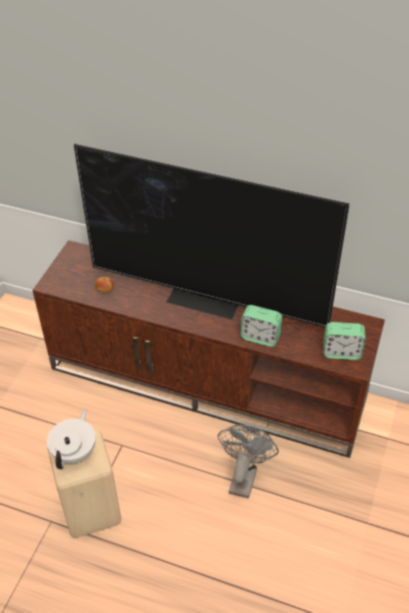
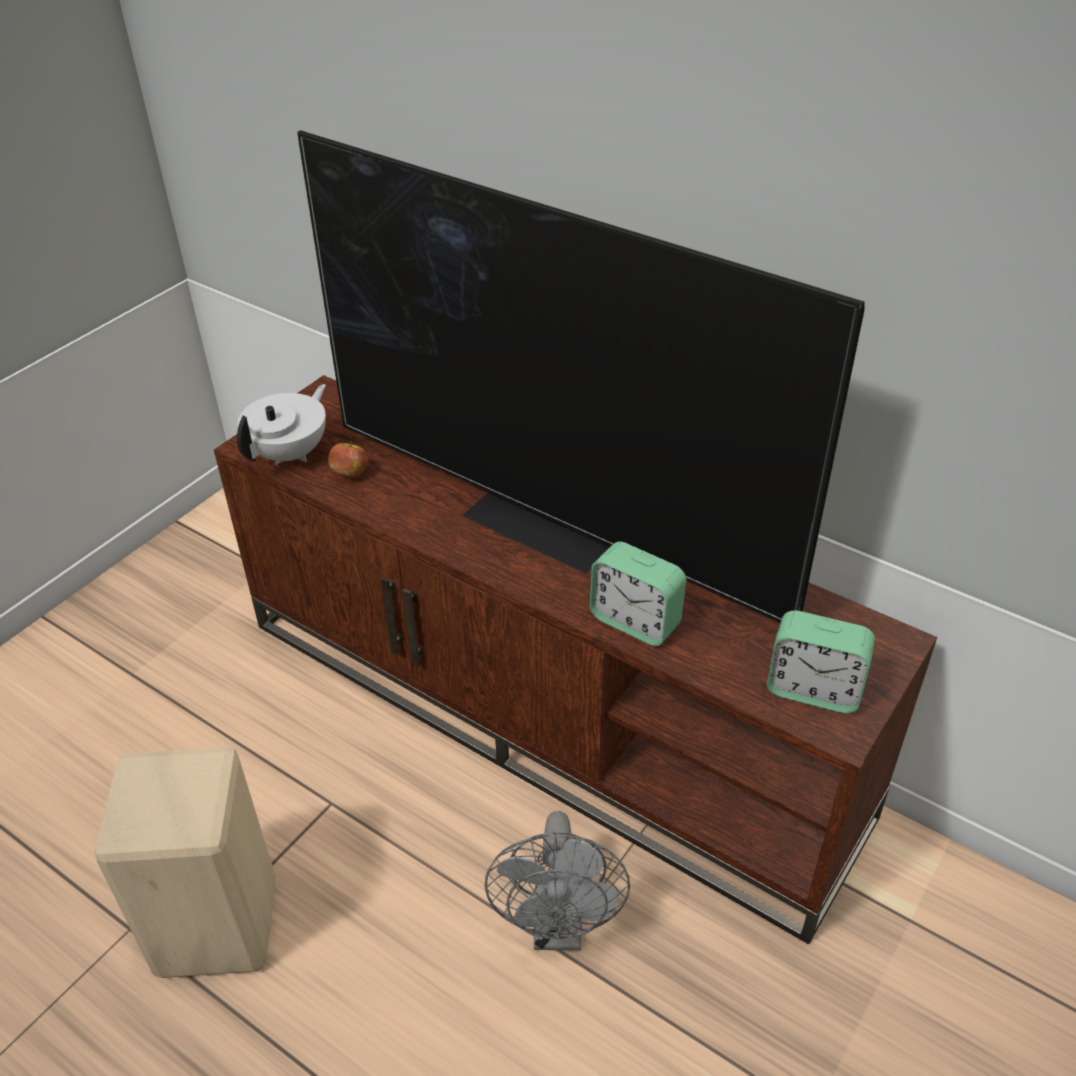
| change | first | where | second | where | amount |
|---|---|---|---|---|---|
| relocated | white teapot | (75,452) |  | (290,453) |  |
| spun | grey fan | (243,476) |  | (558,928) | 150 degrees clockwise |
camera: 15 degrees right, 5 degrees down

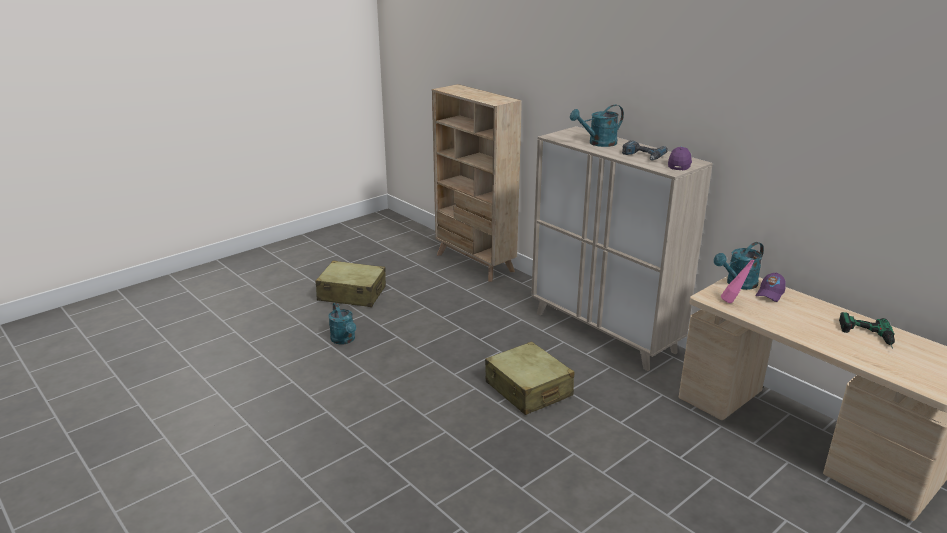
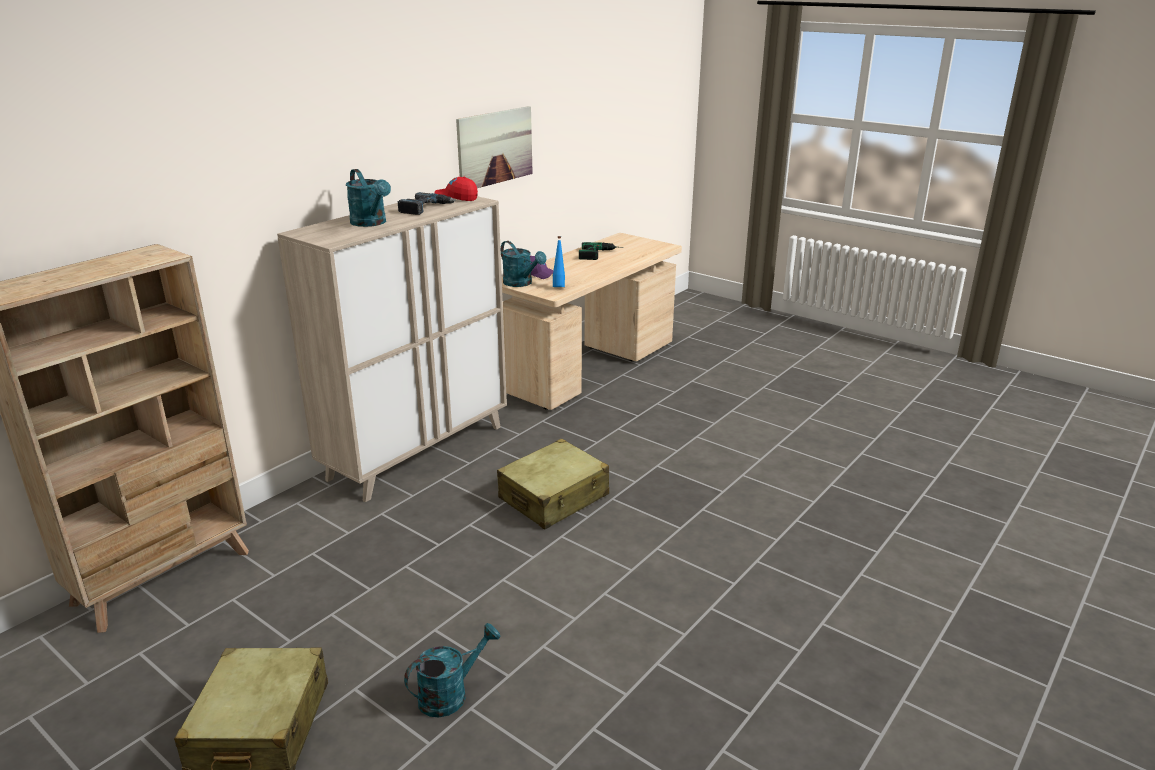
| change | first | where | second | where | amount |
|---|---|---|---|---|---|
| colour | purple cap | (679,164) | red cap | (456,198) |  |
| colour | pink bottle | (734,302) | blue bottle | (559,286) |  |
| appeared |  |  | picture | (495,147) |  |
camera: 100 degrees left, 0 degrees up

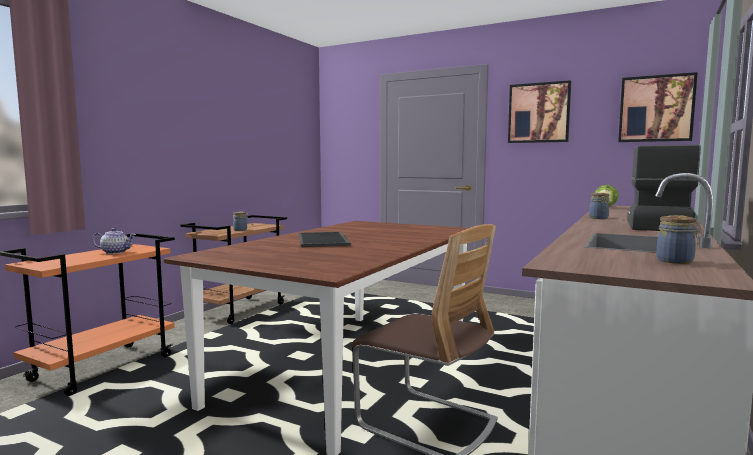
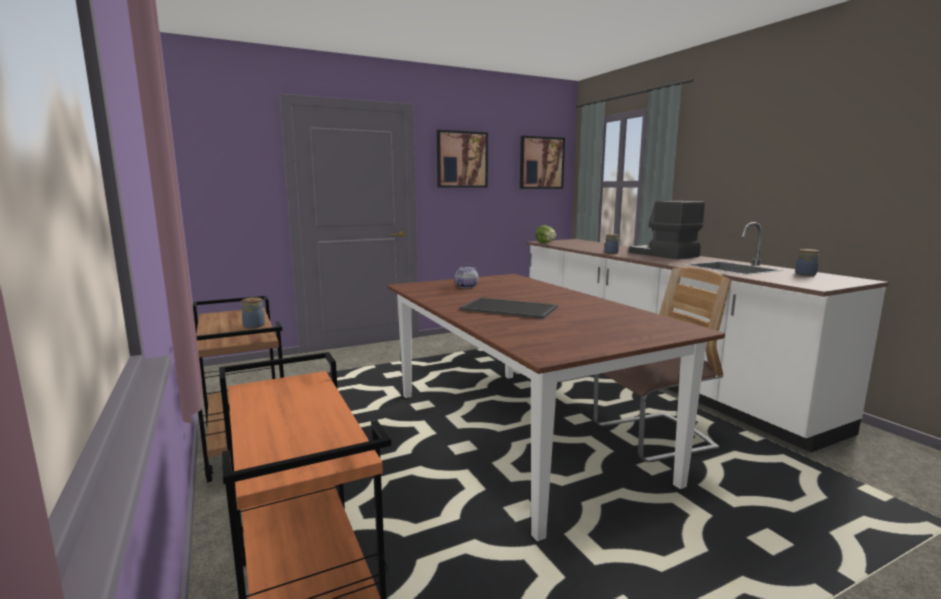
| change | first | where | second | where | amount |
|---|---|---|---|---|---|
| relocated | teapot | (115,252) |  | (466,286) |  |
camera: 55 degrees left, 5 degrees up

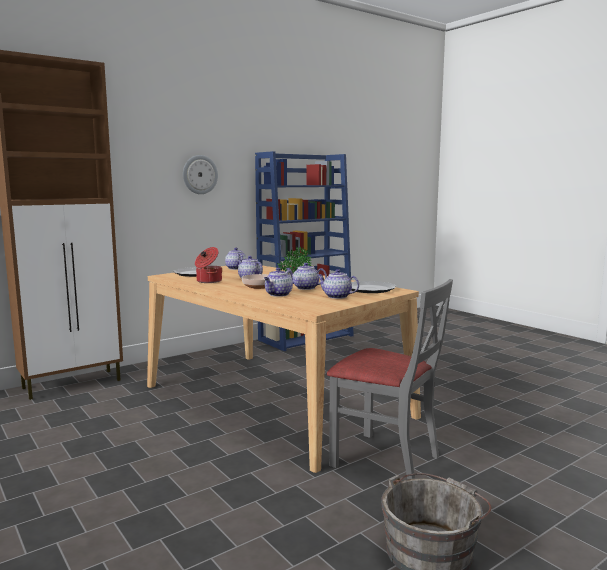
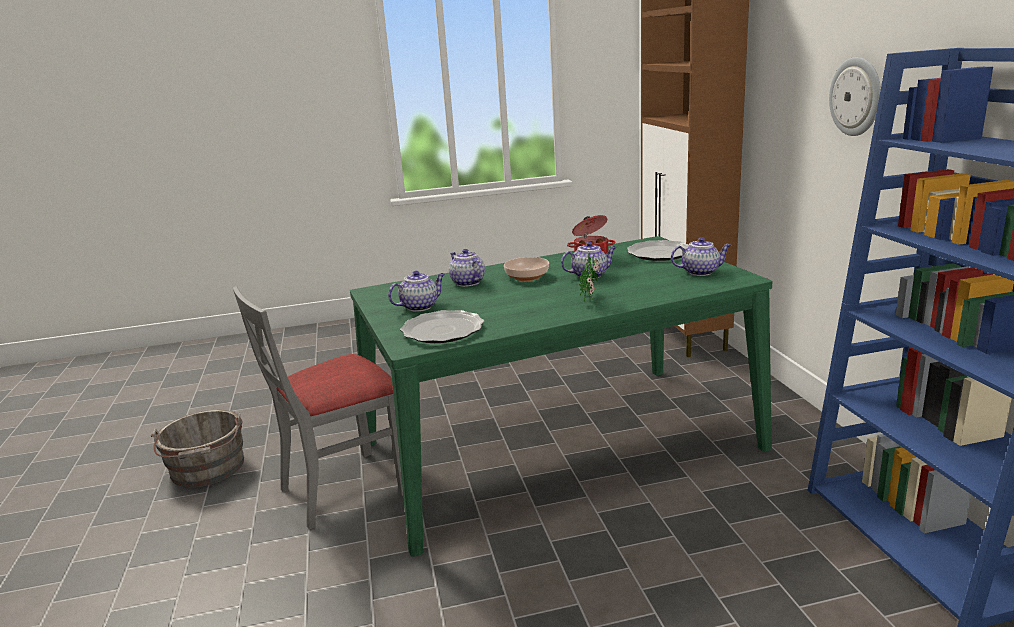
| change | first | where | second | where | amount |
|---|---|---|---|---|---|
| missing | teapot | (305,288) |  |  |  |
| colour | beige dining table | (274,400) | green dining table | (559,445) |  |
camera: 115 degrees right, 10 degrees up

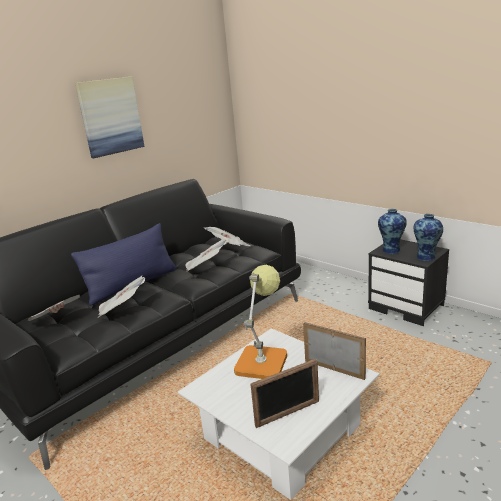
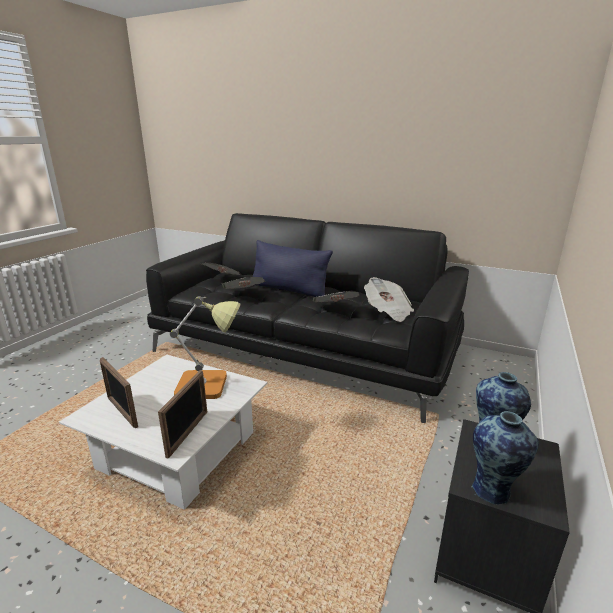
| change | first | where | second | where | amount |
|---|---|---|---|---|---|
| missing | picture | (110,116) |  |  |  |
camera: 70 degrees right, 0 degrees up

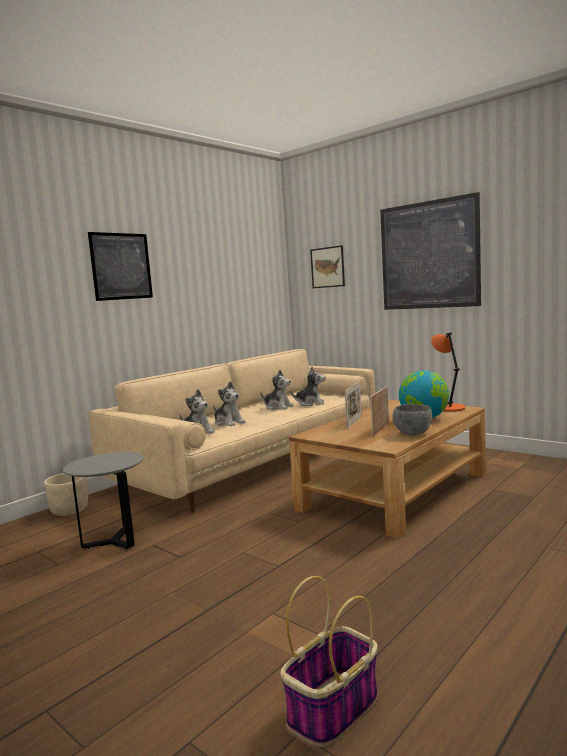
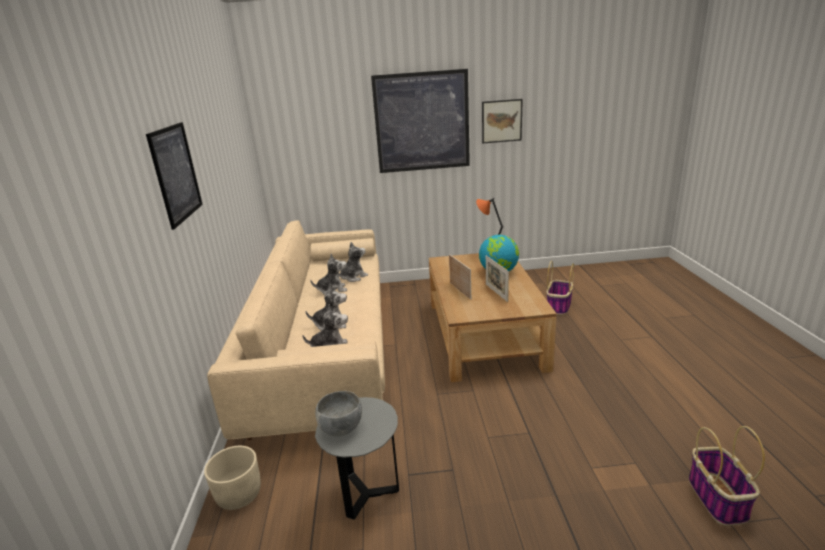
| change | first | where | second | where | amount |
|---|---|---|---|---|---|
| relocated | picture | (327,267) |  | (501,121) |  |
| relocated | grey bowl | (412,433) |  | (341,429) |  |
| appeared |  |  | basket | (558,306) |  |
camera: 45 degrees left, 15 degrees up

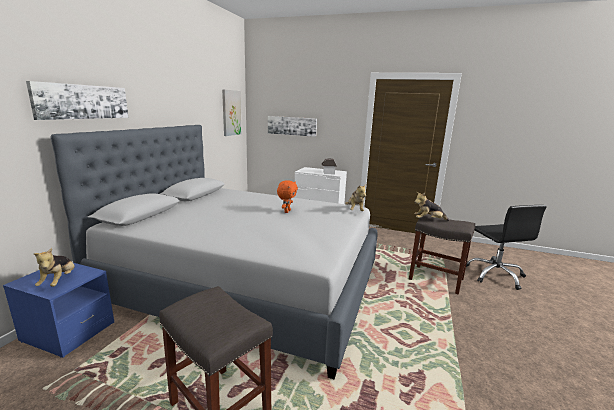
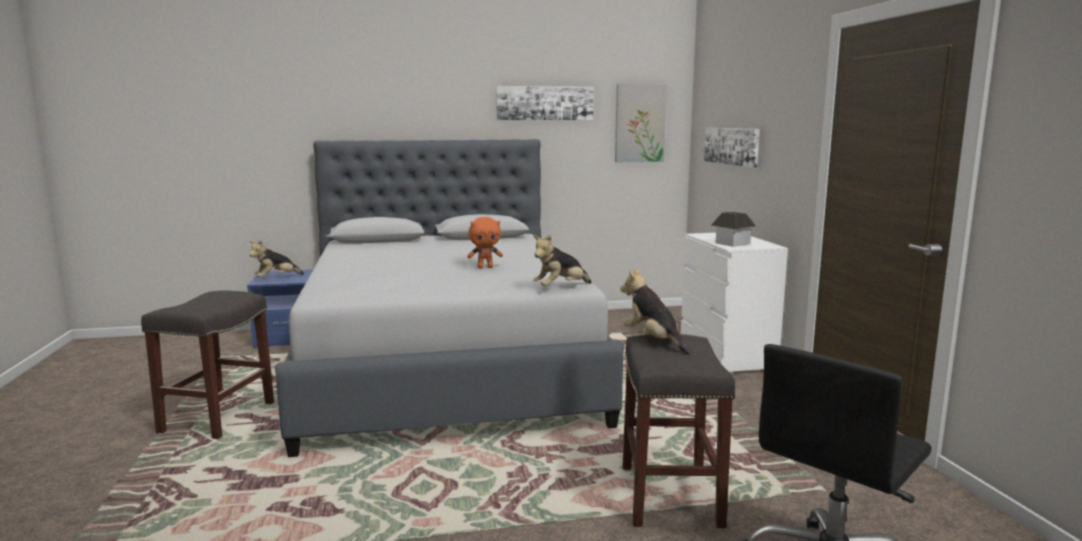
| change | first | where | second | where | amount |
|---|---|---|---|---|---|
| relocated | picture | (83,101) |  | (544,103) |  |
camera: 60 degrees right, 5 degrees down

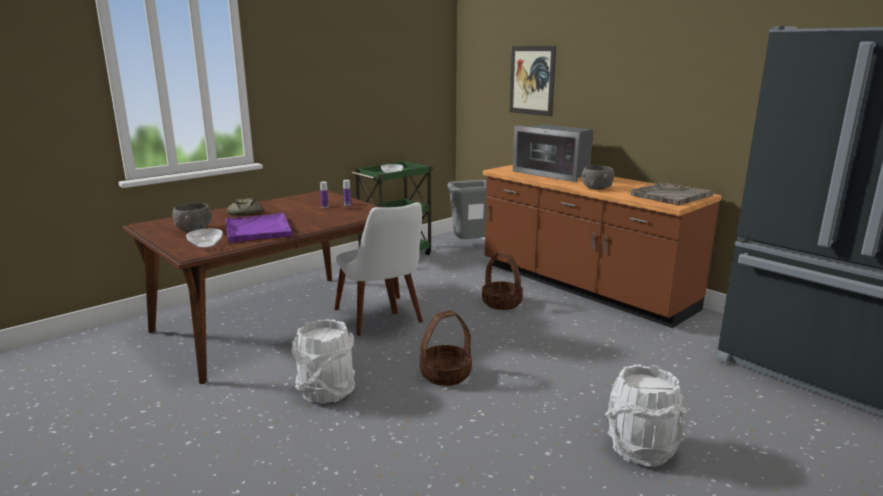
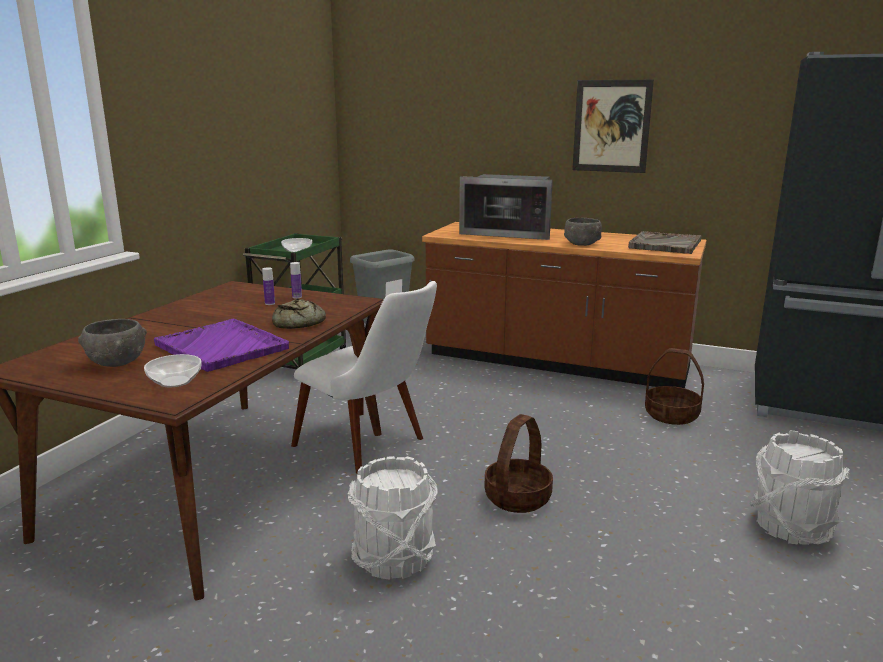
| change | first | where | second | where | amount |
|---|---|---|---|---|---|
| relocated | picture | (532,80) |  | (611,126) |  |
| relocated | bread | (244,213) |  | (298,323) |  |
| relocated | basket | (501,303) |  | (671,415) |  |
camera: 25 degrees left, 0 degrees up

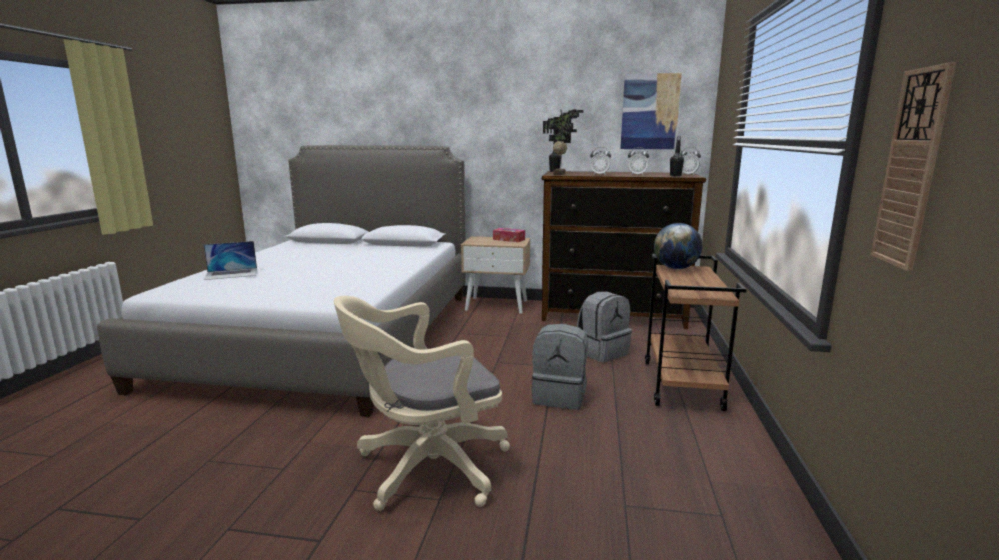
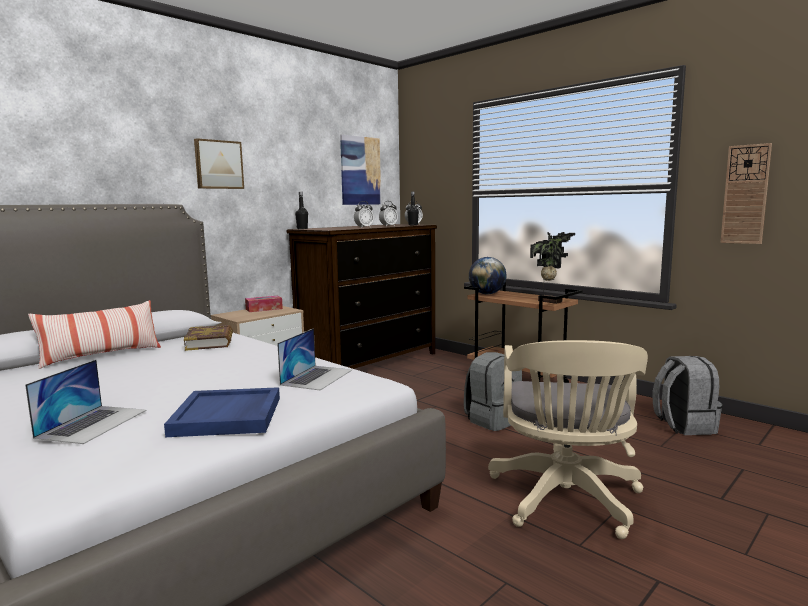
| change | first | where | second | where | amount |
|---|---|---|---|---|---|
| relocated | potted plant | (560,174) |  | (550,301) |  |
| relocated | grey backpack | (602,352) |  | (683,425) |  |
| appeared |  |  | picture | (218,164) |  |
| appeared |  |  | pillow | (101,356) |  |
| appeared |  |  | book | (210,342) |  |
| appeared |  |  | laptop | (317,377) |  |
| appeared |  |  | blue tray | (228,416) |  |
camera: 55 degrees left, 5 degrees down

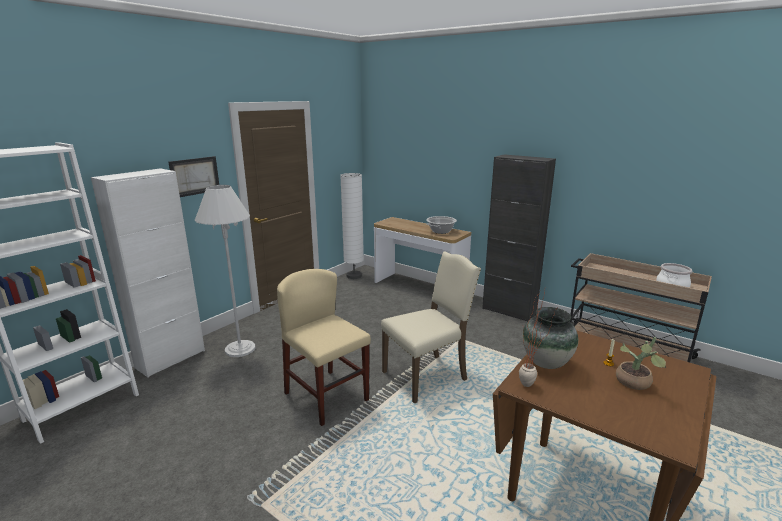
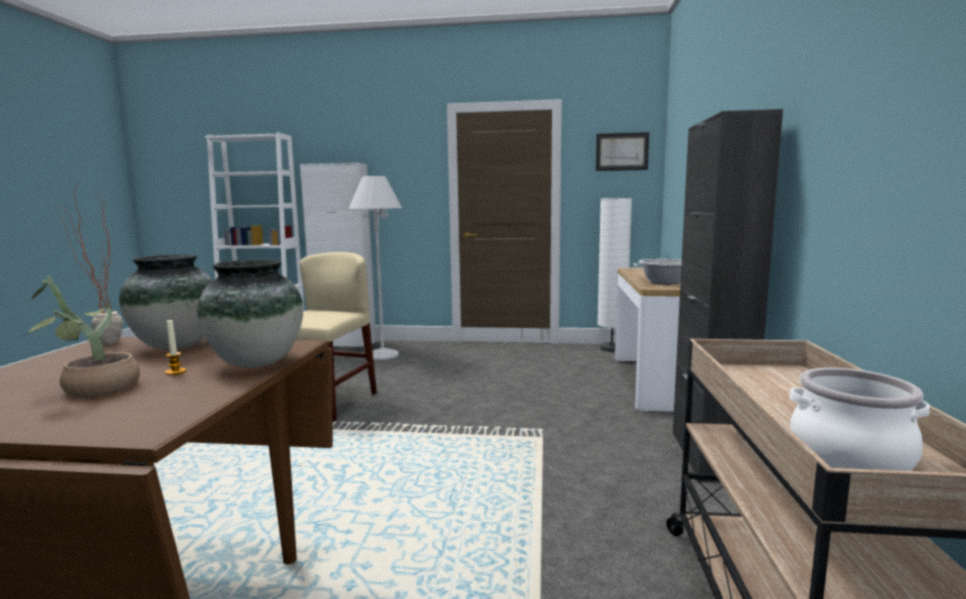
| change | first | where | second | where | amount |
|---|---|---|---|---|---|
| relocated | picture | (195,176) |  | (622,152) |  |
| missing | beige chair | (427,376) |  |  |  |
| appeared |  |  | vase | (257,363) |  |
camera: 60 degrees right, 10 degrees down

